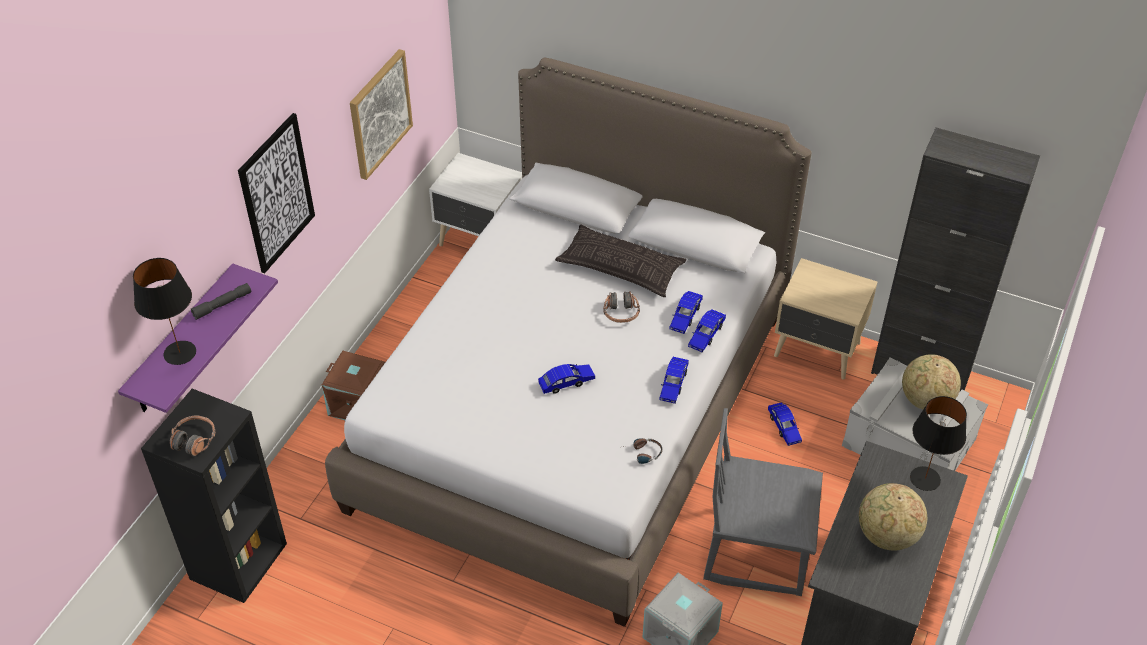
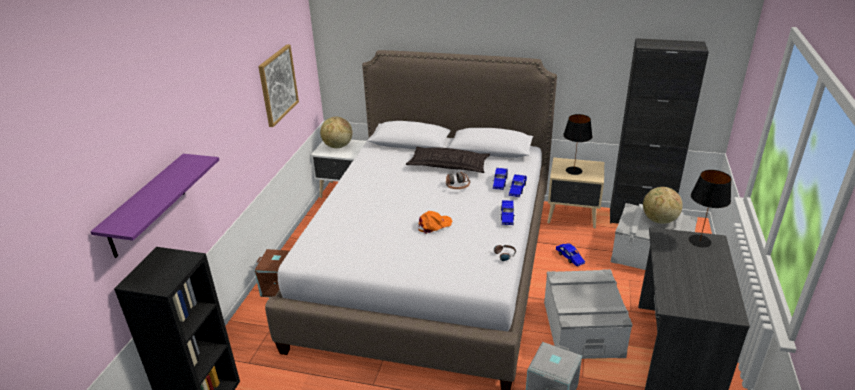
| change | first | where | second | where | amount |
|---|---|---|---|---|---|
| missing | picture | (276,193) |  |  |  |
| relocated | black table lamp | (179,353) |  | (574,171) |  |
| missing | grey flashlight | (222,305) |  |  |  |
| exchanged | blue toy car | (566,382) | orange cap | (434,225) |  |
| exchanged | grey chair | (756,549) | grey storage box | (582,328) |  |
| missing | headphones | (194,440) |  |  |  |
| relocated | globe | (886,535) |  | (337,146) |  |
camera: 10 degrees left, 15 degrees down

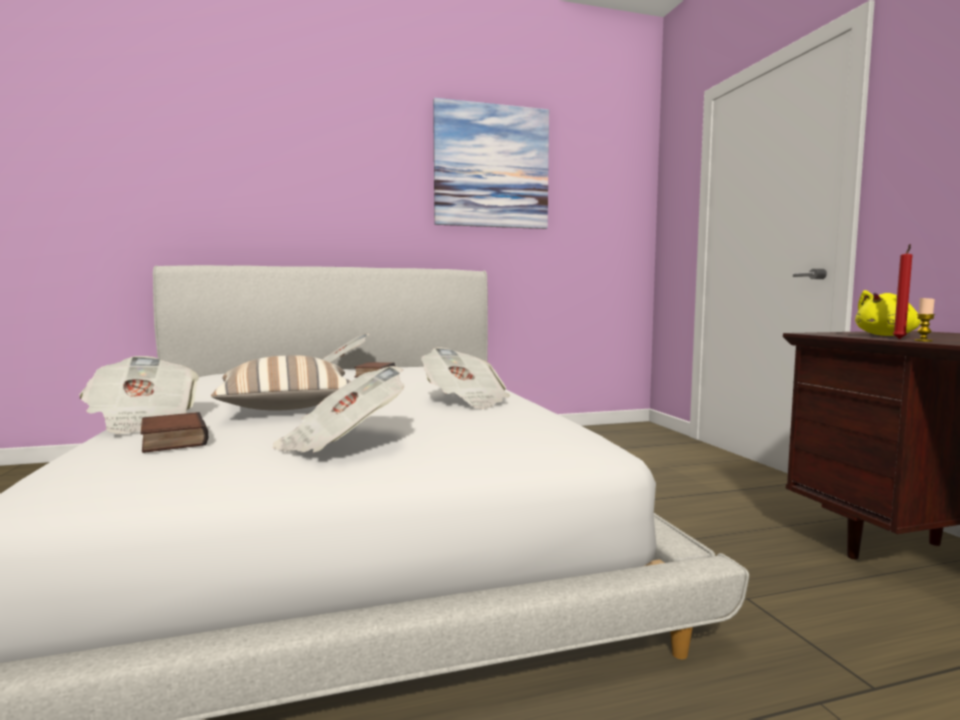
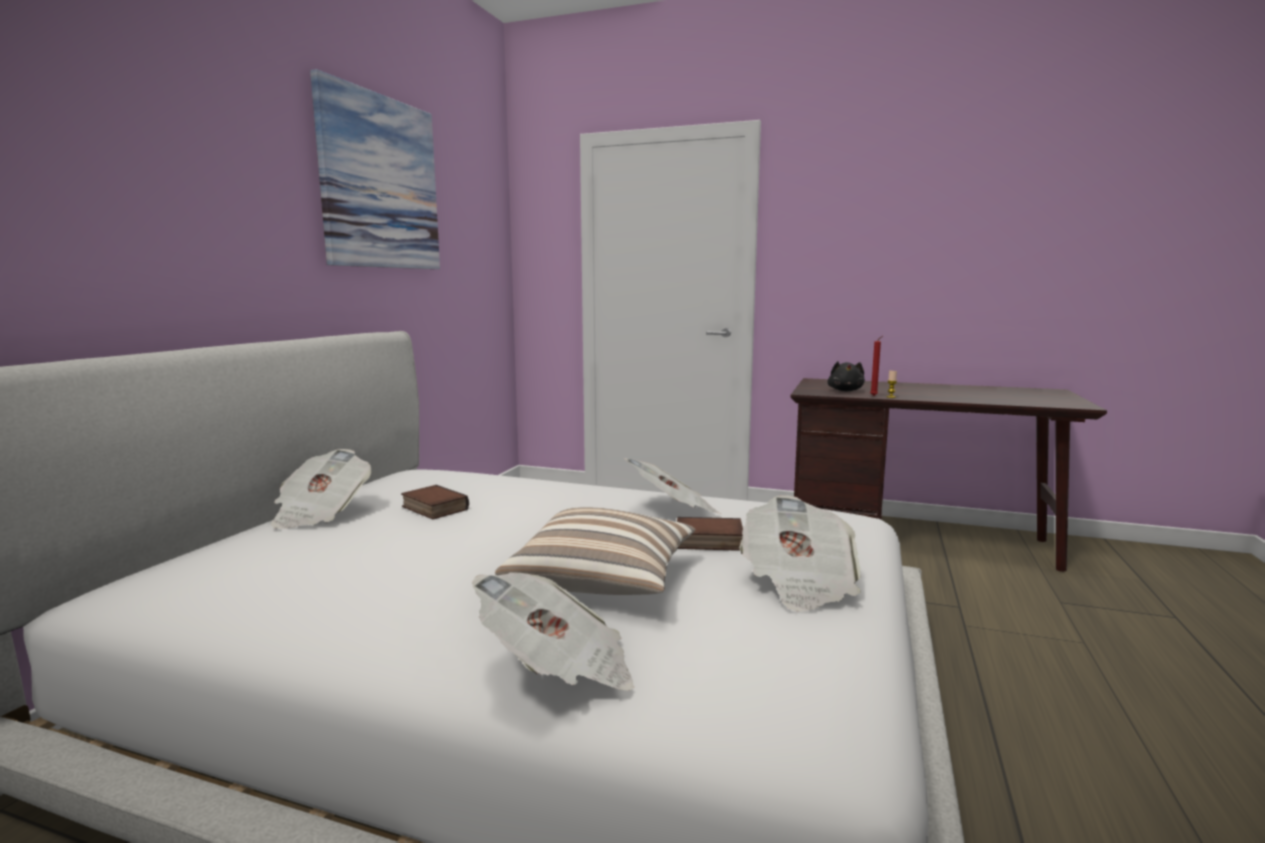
| change | first | where | second | where | amount |
|---|---|---|---|---|---|
| colour | yellow plush toy | (887,335) | black plush toy | (845,390) |  |
| relocated | book | (171,440) |  | (708,541) |  |
camera: 55 degrees left, 5 degrees up

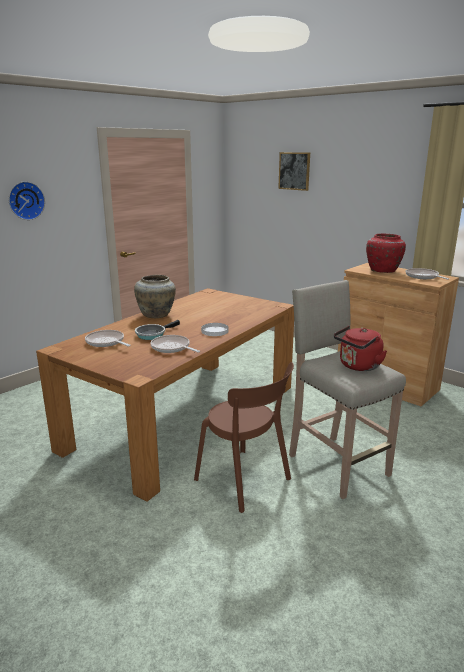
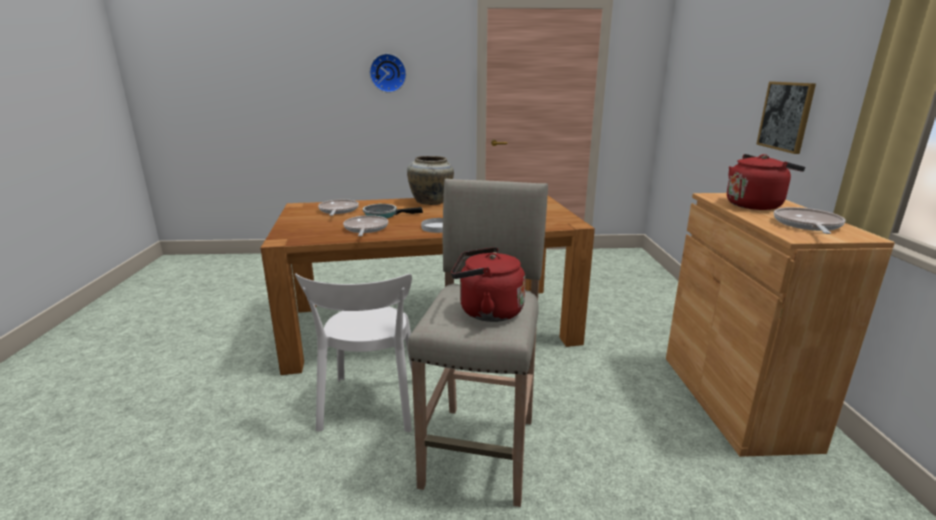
| change | first | where | second | where | amount |
|---|---|---|---|---|---|
| relocated | picture | (294,171) |  | (786,116) |  |
| exchanged | red vase | (383,271) | red kettle | (755,205) |  |
| colour | brown chair | (245,481) | white chair | (370,407) |  |
camera: 45 degrees right, 0 degrees up

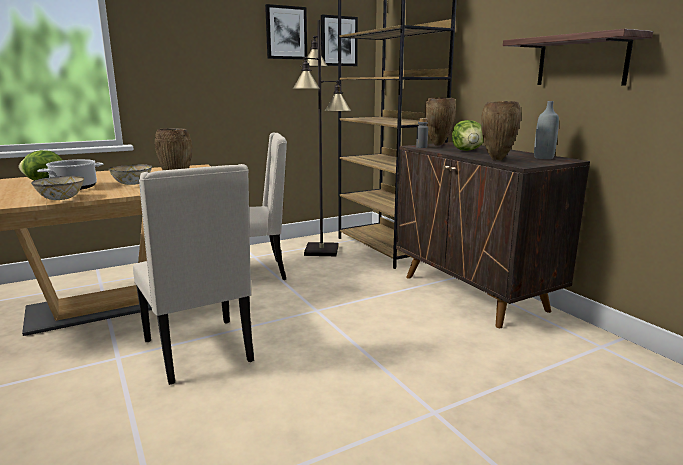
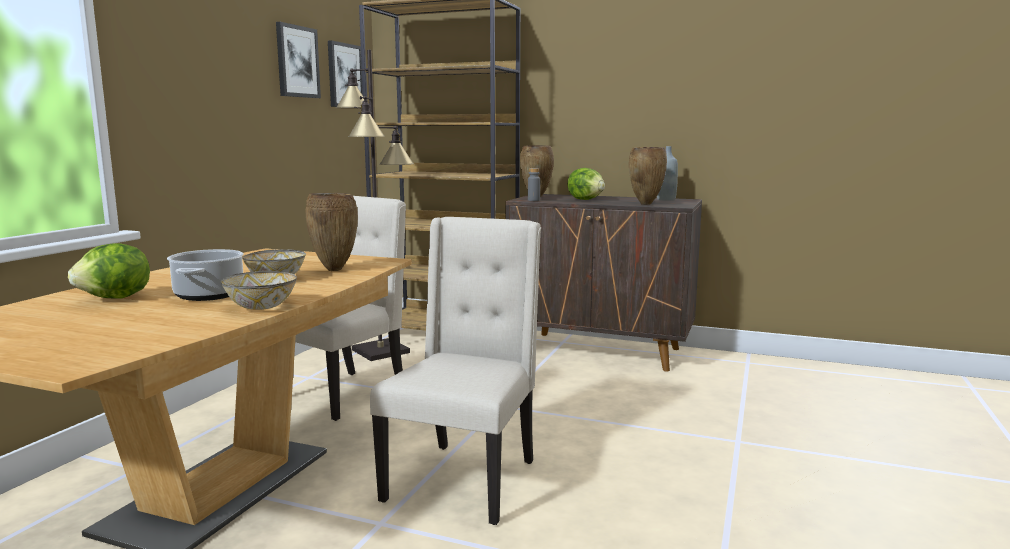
| change | first | where | second | where | amount |
|---|---|---|---|---|---|
| missing | shelf | (581,61) |  |  |  |
| spun | beige chair | (201,351) |  | (464,479) | 90 degrees counterclockwise |
camera: 40 degrees left, 5 degrees down

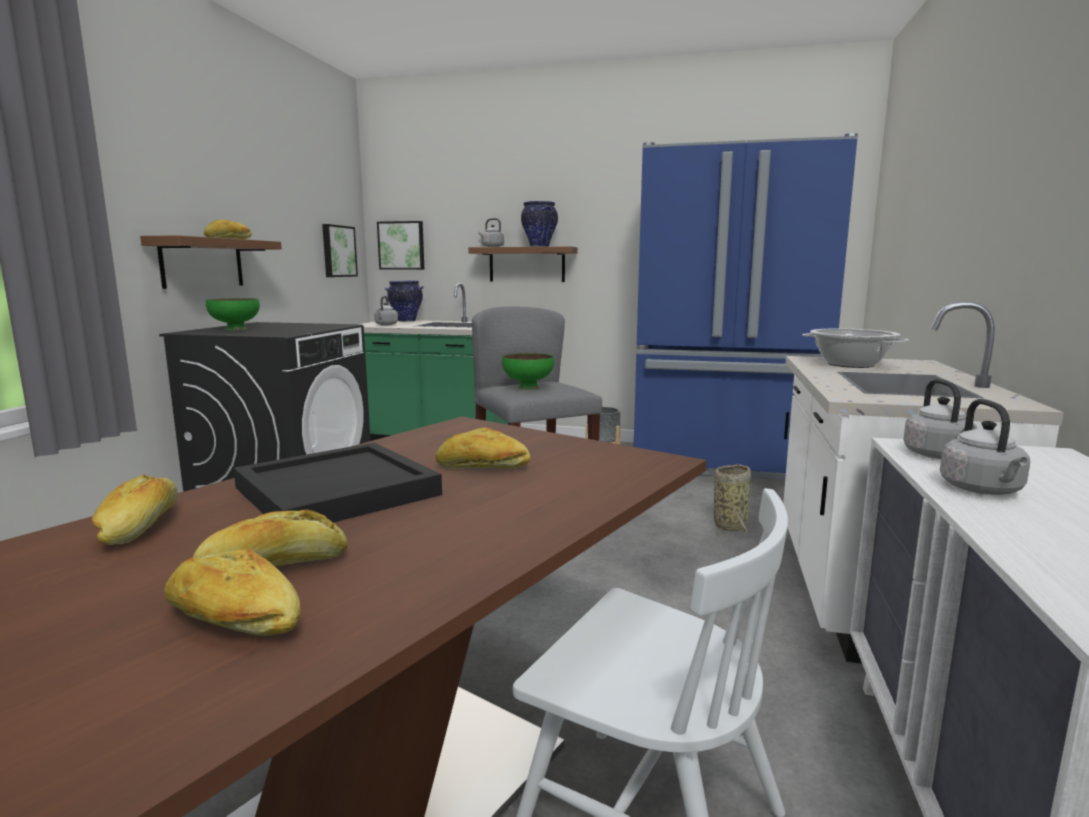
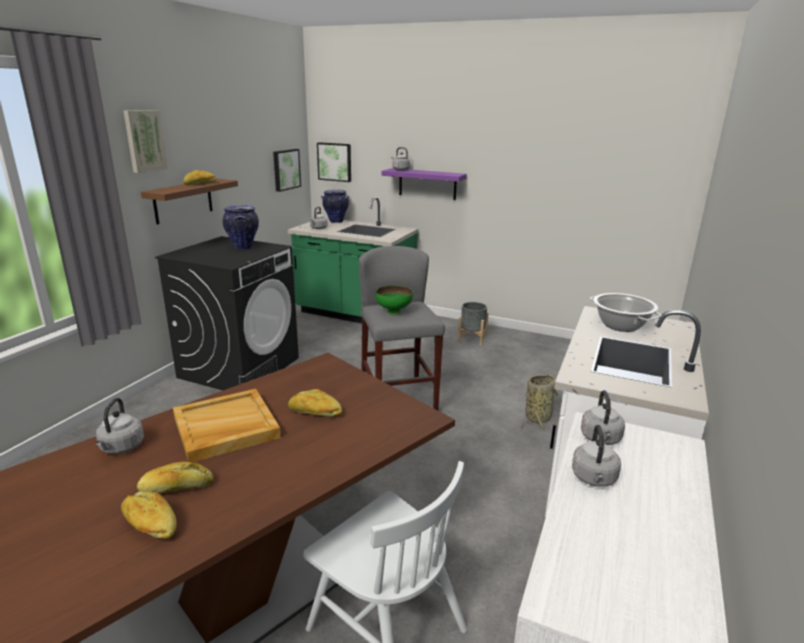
| change | first | where | second | where | amount |
|---|---|---|---|---|---|
| missing | blue fridge | (724,464) |  |  |  |
| relocated | vase | (539,246) |  | (243,247) |  |
| colour | brown shelf | (527,264) | purple shelf | (427,184) |  |
| missing | green bowl | (235,329) |  |  |  |
| colour | black tray | (336,492) | beige tray | (225,428) |  |
| exchanged | bread | (140,527) | grey kettle | (121,448) |  |
| appeared |  |  | picture | (144,140) |  |
camera: 10 degrees right, 10 degrees up

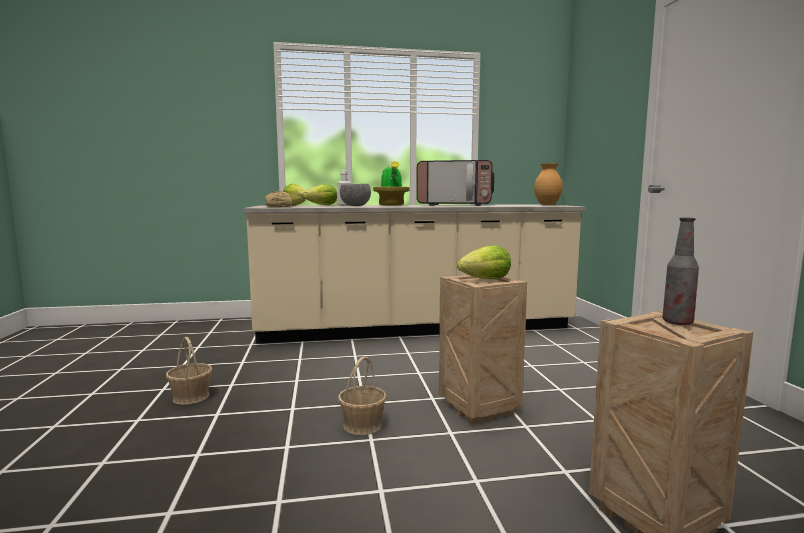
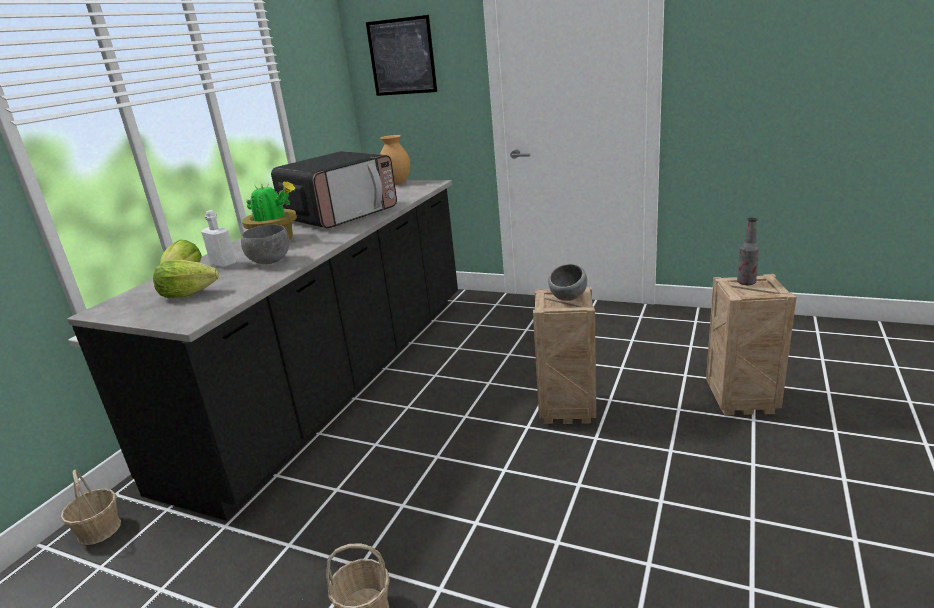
| change | first | where | second | where | amount |
|---|---|---|---|---|---|
| missing | bread | (279,206) |  |  |  |
| colour | beige counter | (415,327) | black counter | (338,379) |  |
| exchanged | lettuce | (486,280) | grey bowl | (568,298) |  |
| relocated | basket | (363,425) |  | (99,529) |  |
| appeared |  |  | picture | (402,57) |  |
camera: 55 degrees left, 15 degrees up

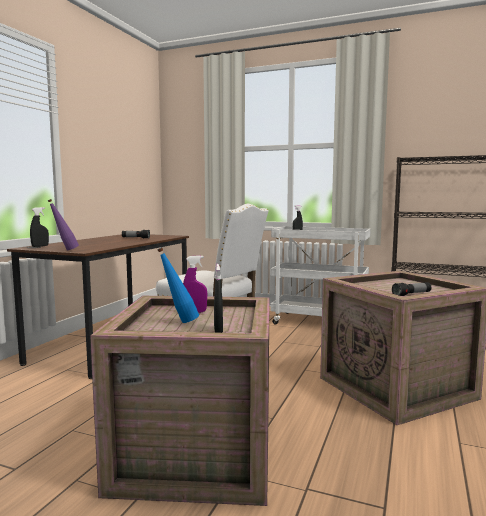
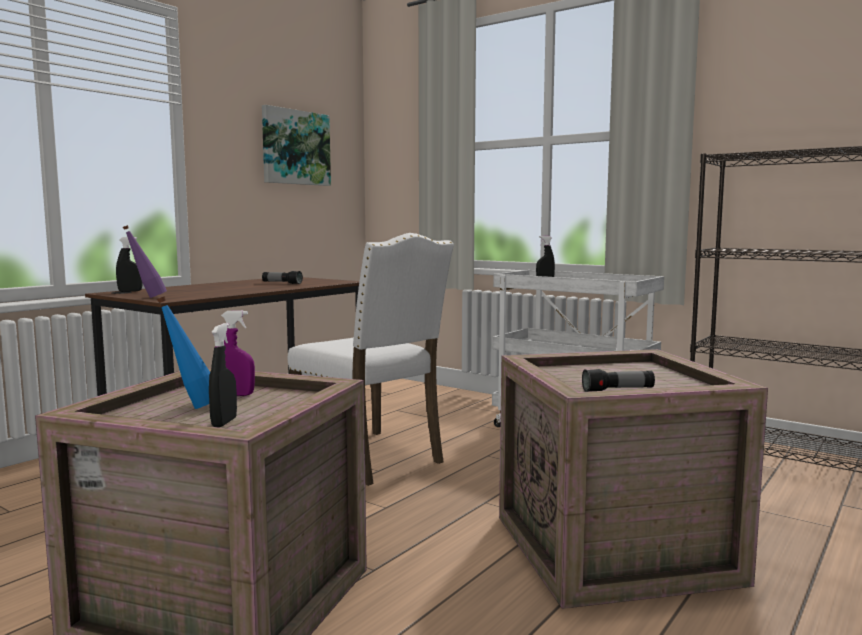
| change | first | where | second | where | amount |
|---|---|---|---|---|---|
| appeared |  |  | picture | (295,147) |  |
camera: 15 degrees right, 0 degrees up

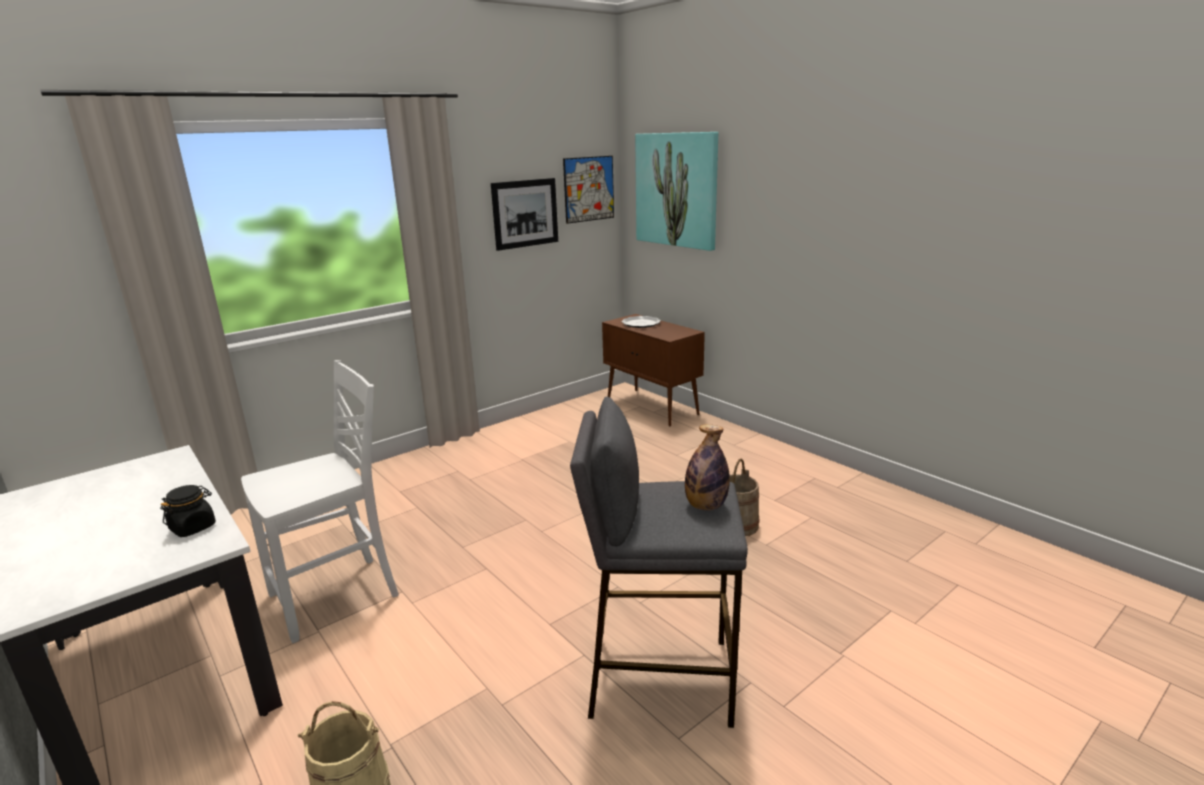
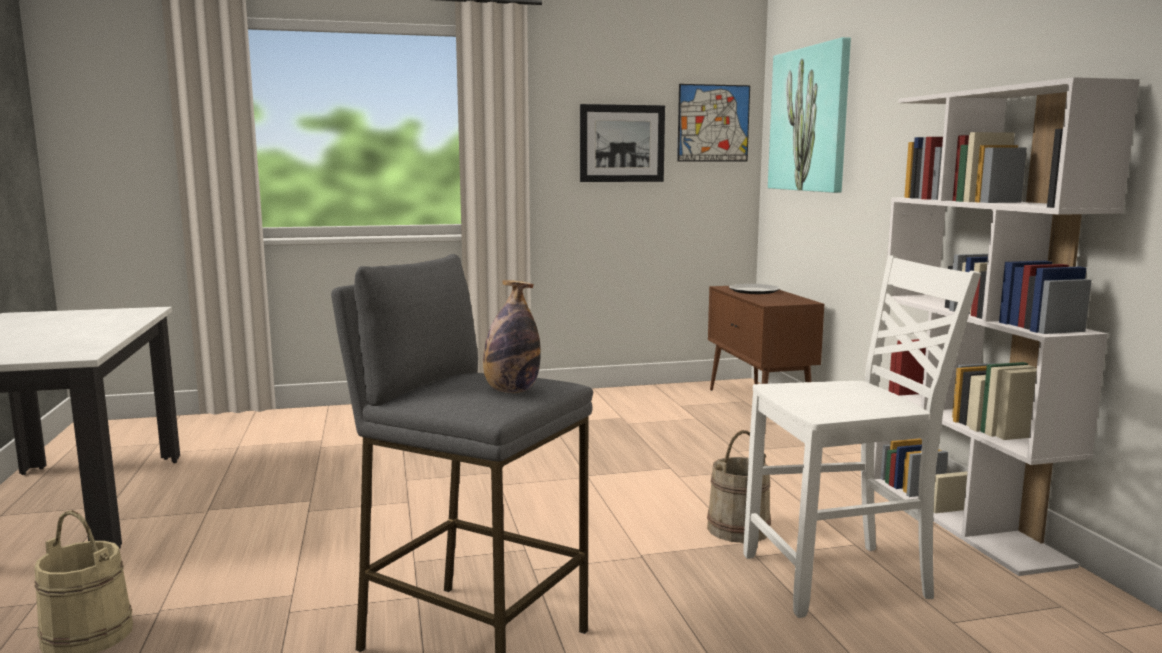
| change | first | where | second | where | amount |
|---|---|---|---|---|---|
| relocated | white chair | (337,596) |  | (840,578) |  |
| missing | black jar | (193,527) |  |  |  |
| appeared |  |  | white bookcase | (964,520) |  |
camera: 25 degrees right, 10 degrees down

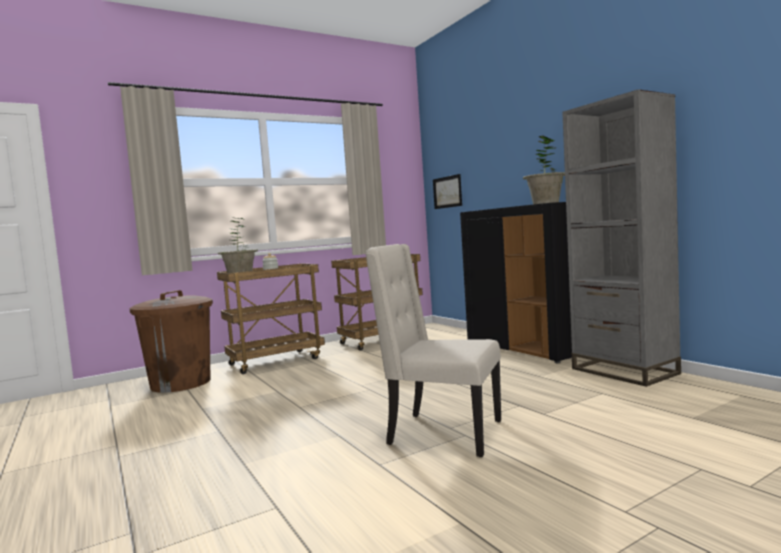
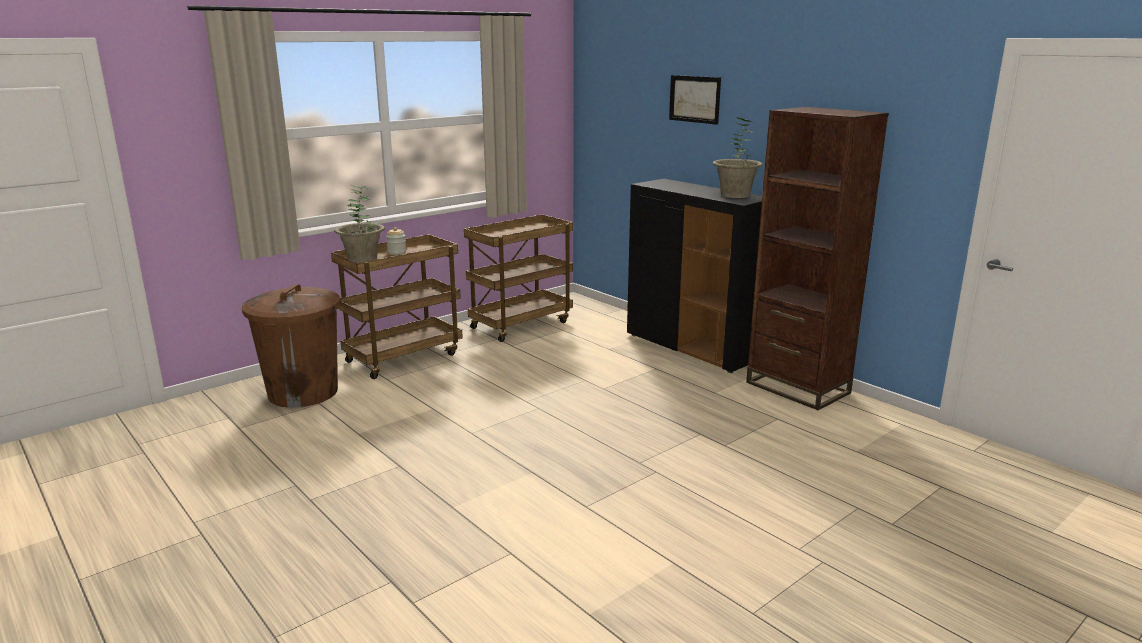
| change | first | where | second | where | amount |
|---|---|---|---|---|---|
| colour | grey bookcase | (624,371) | brown bookcase | (797,388) |  |
| relocated | picture | (447,192) |  | (694,99) |  |
| missing | beige chair | (442,433) |  |  |  |
camera: 10 degrees left, 15 degrees up

